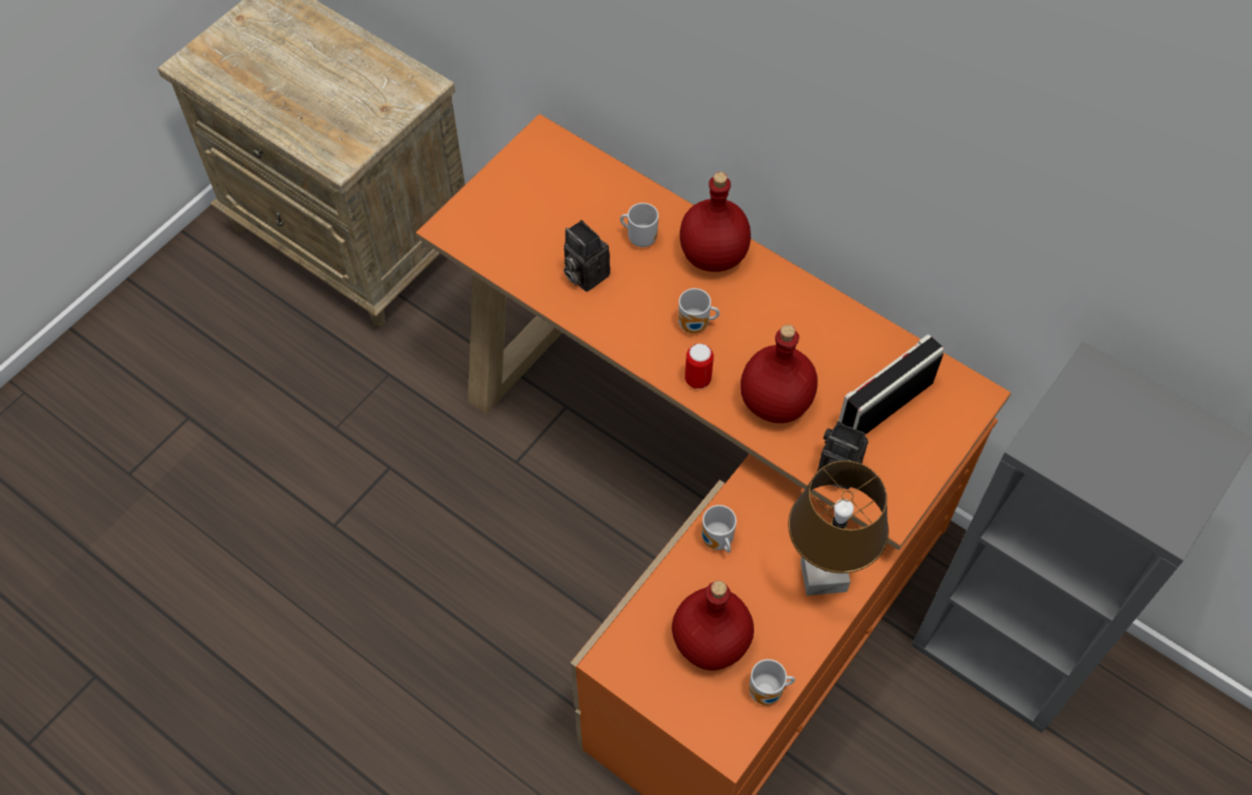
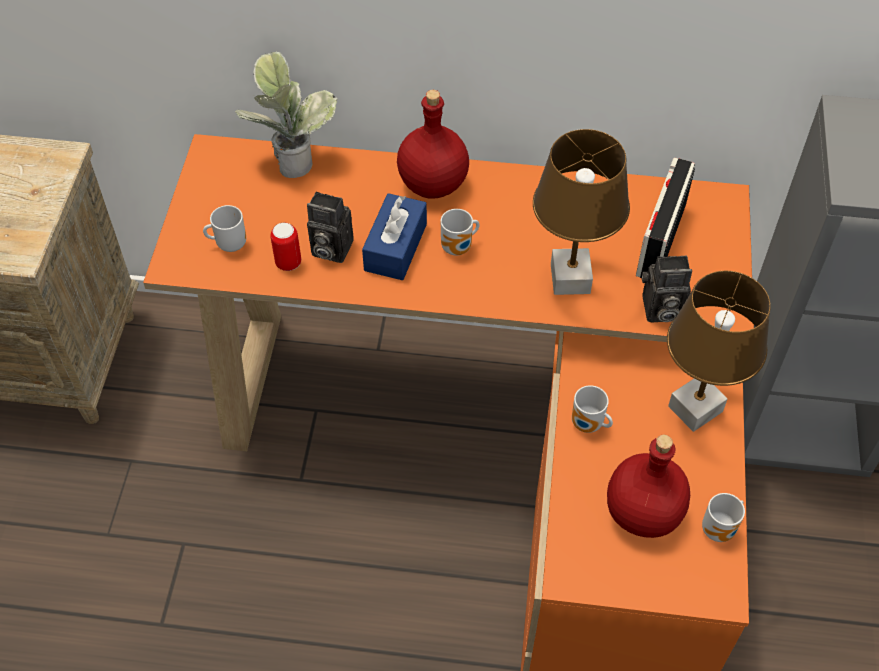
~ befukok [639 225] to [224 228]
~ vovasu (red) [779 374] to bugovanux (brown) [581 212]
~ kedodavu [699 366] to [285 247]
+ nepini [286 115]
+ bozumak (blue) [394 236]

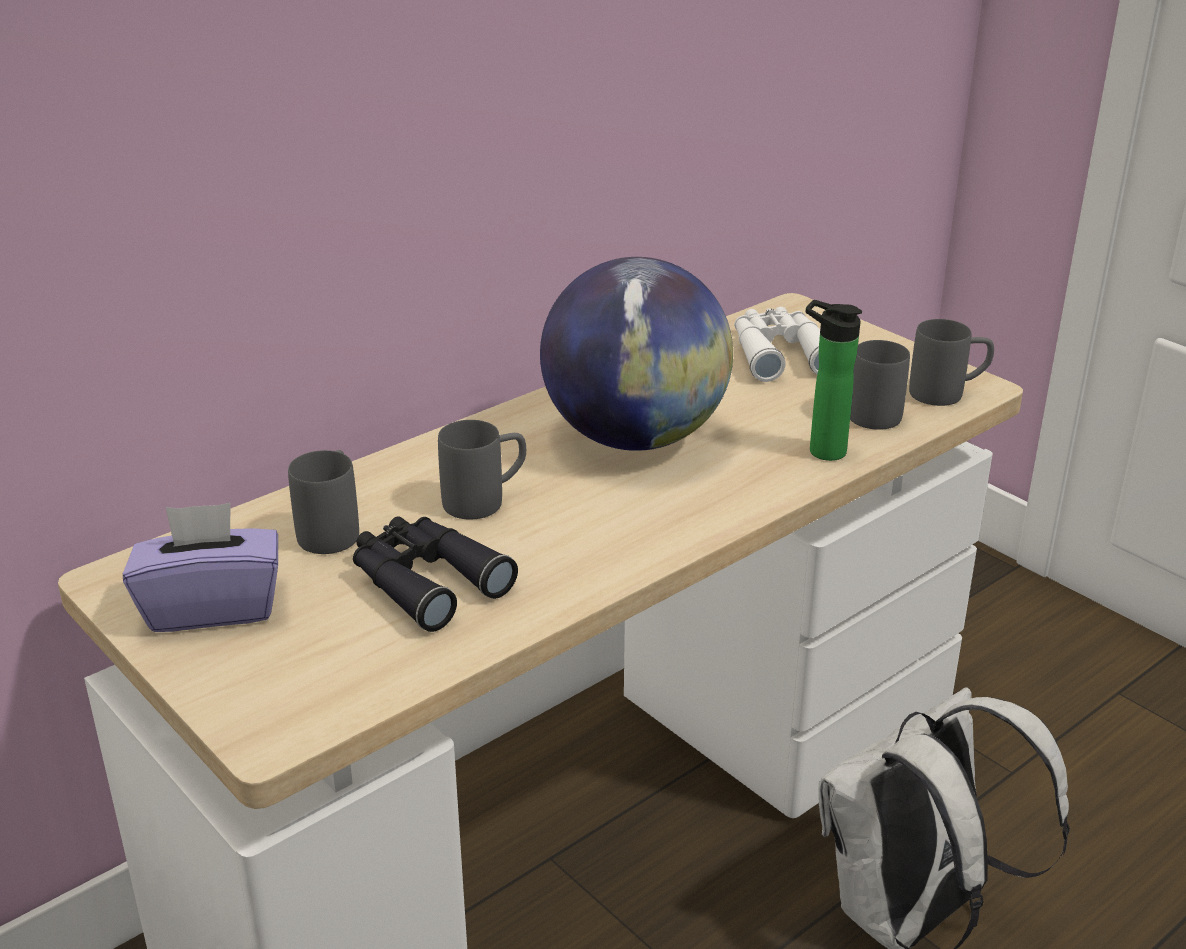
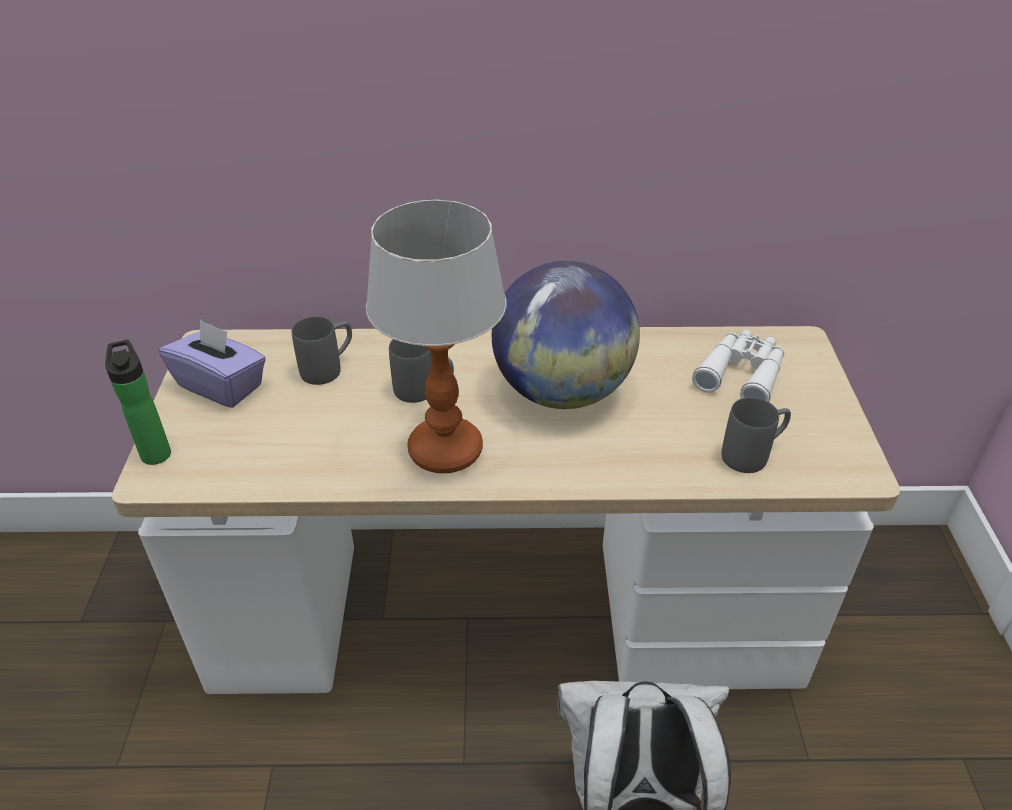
~ vovasu [834 380] to [138 402]
- befukok (grey) [951 362]
- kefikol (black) [435 574]
+ bugovanux [436 336]

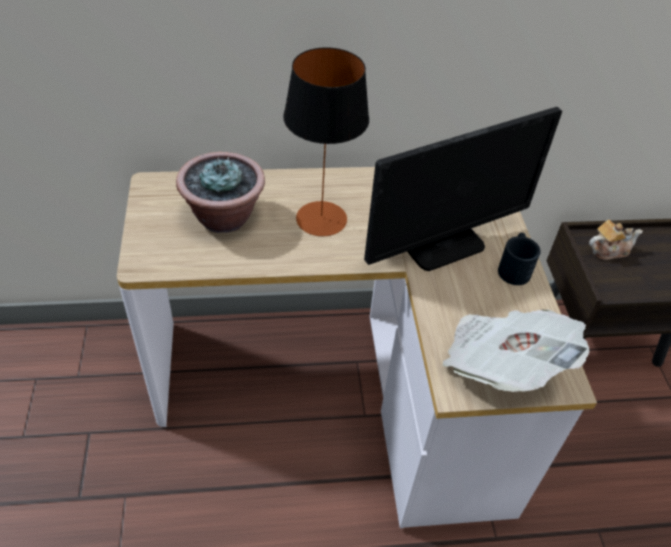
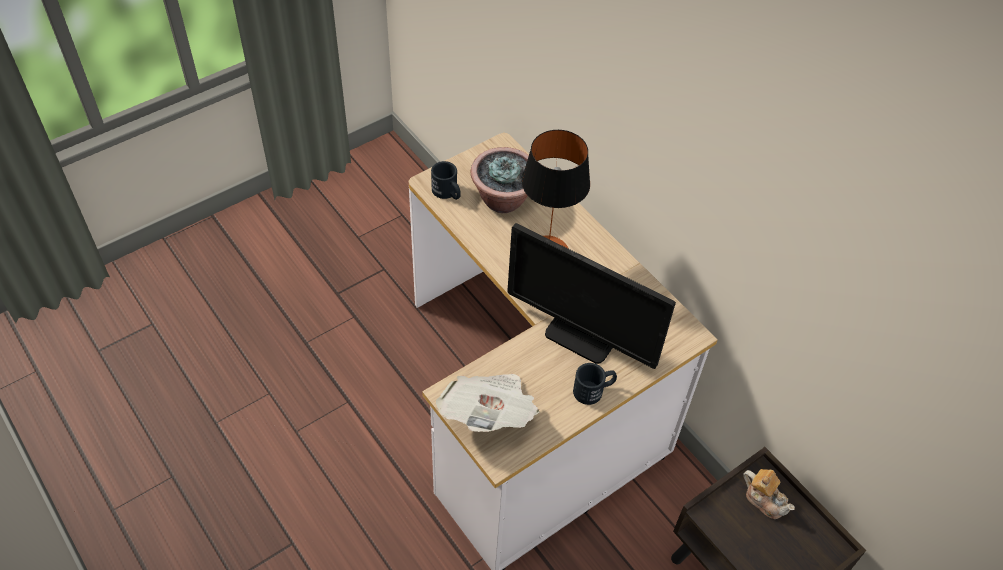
+ befukok (black) [446 180]

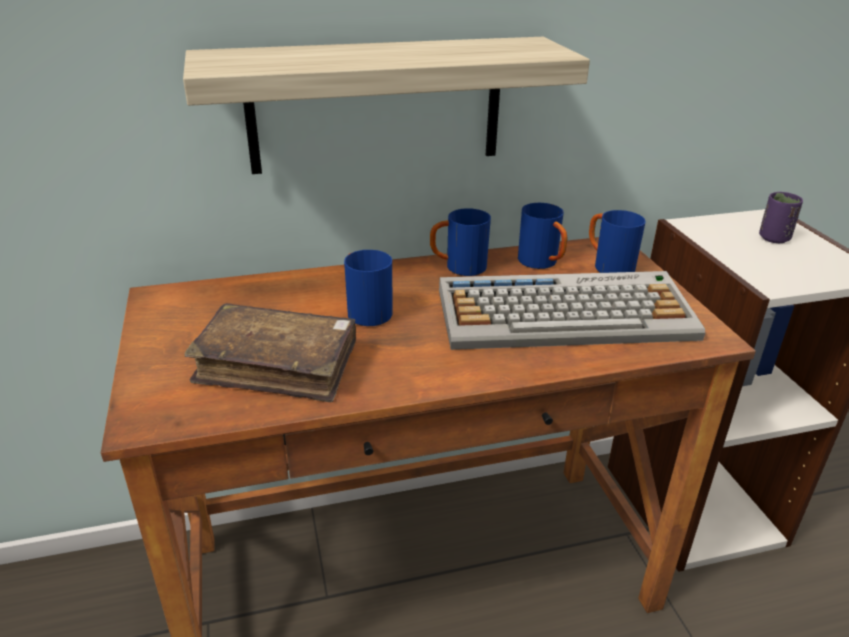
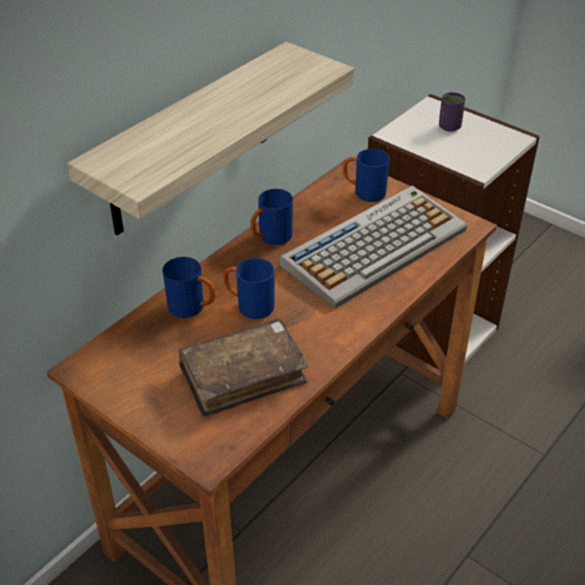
~ befukok (blue) [542 236] to [188 287]

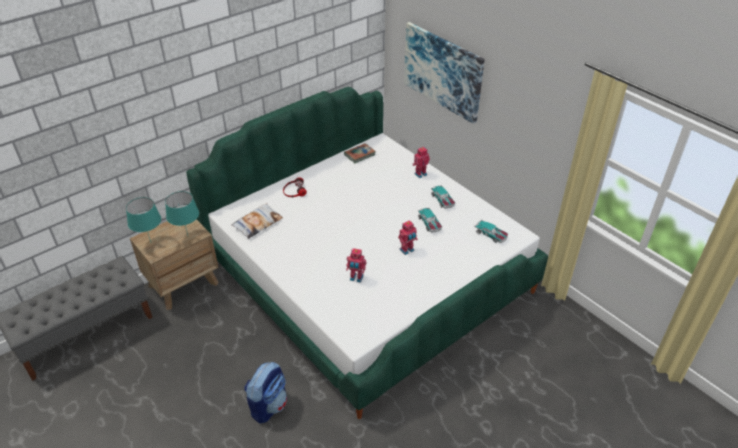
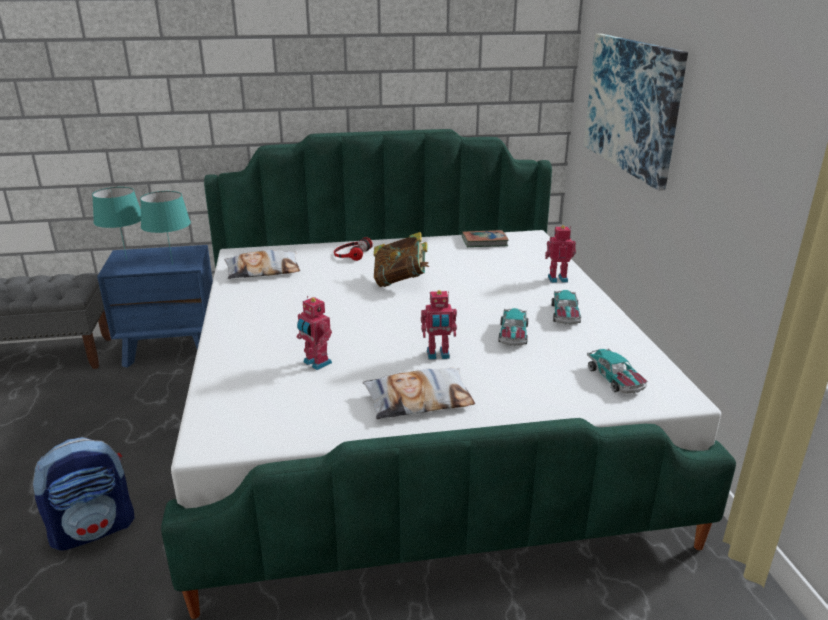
~ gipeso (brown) [174 264] to gipeso (blue) [155 306]
+ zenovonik [401 259]
+ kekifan [419 393]

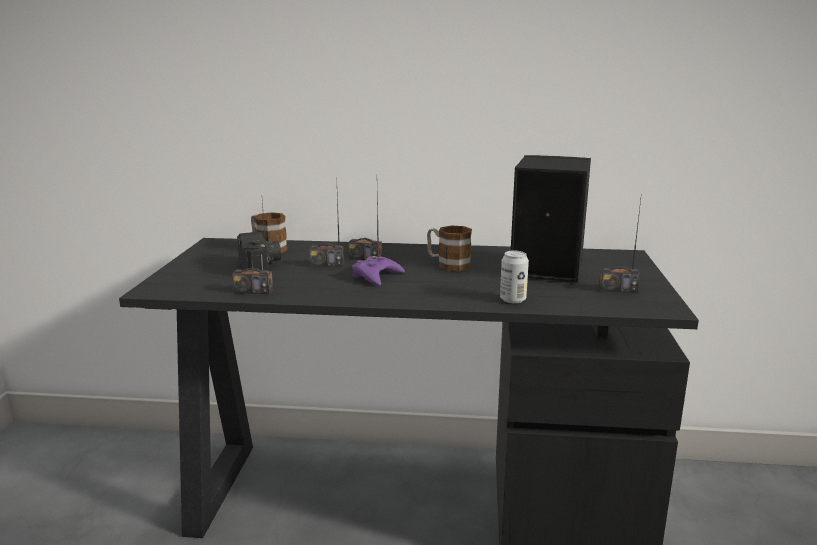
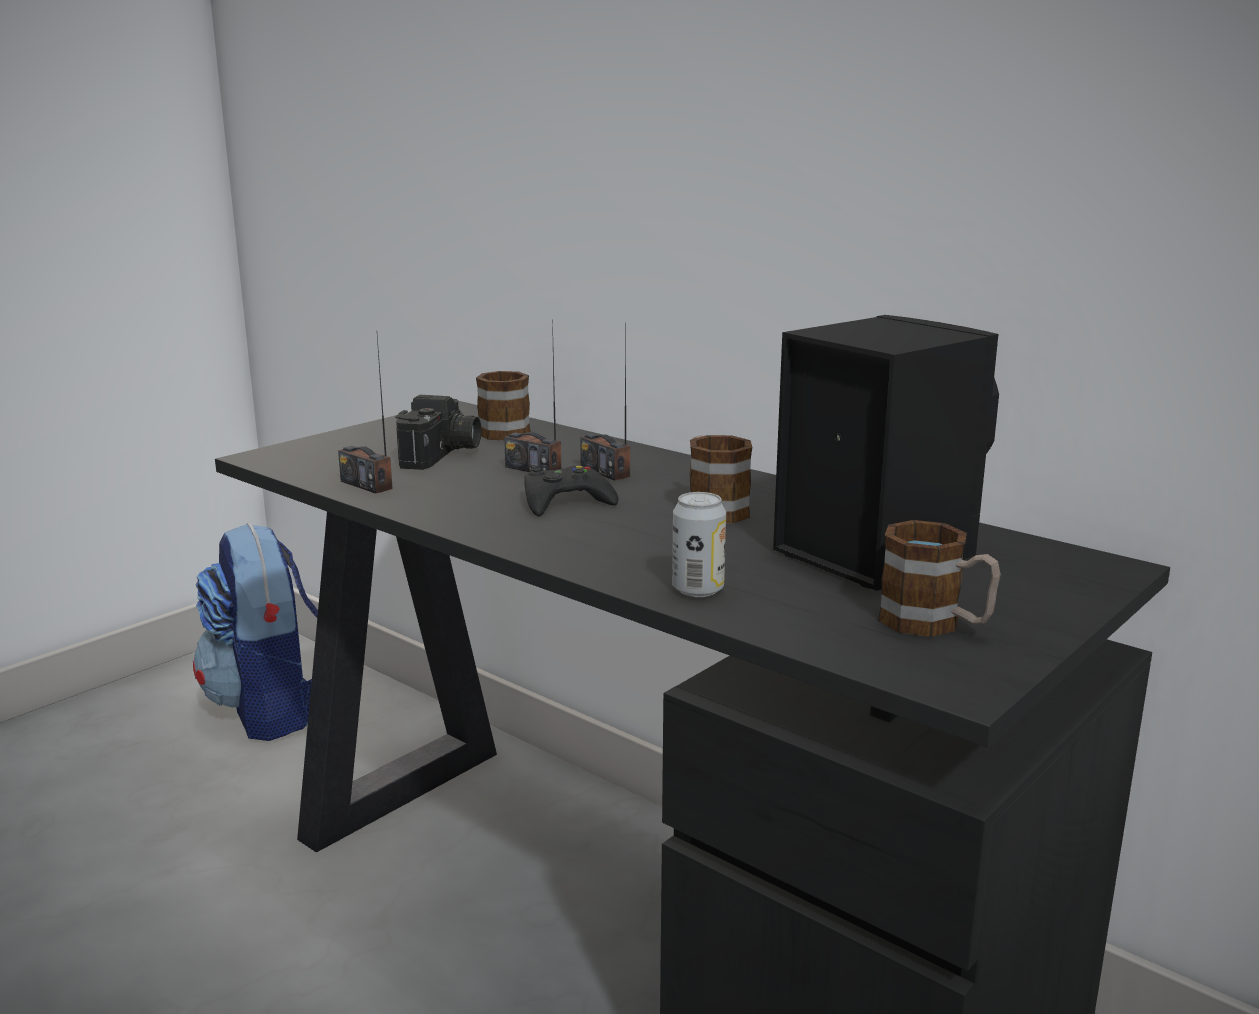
~ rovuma [620 243] to befukok [939 578]
~ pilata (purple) [378 270] to pilata (black) [571 491]
+ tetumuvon [255 632]

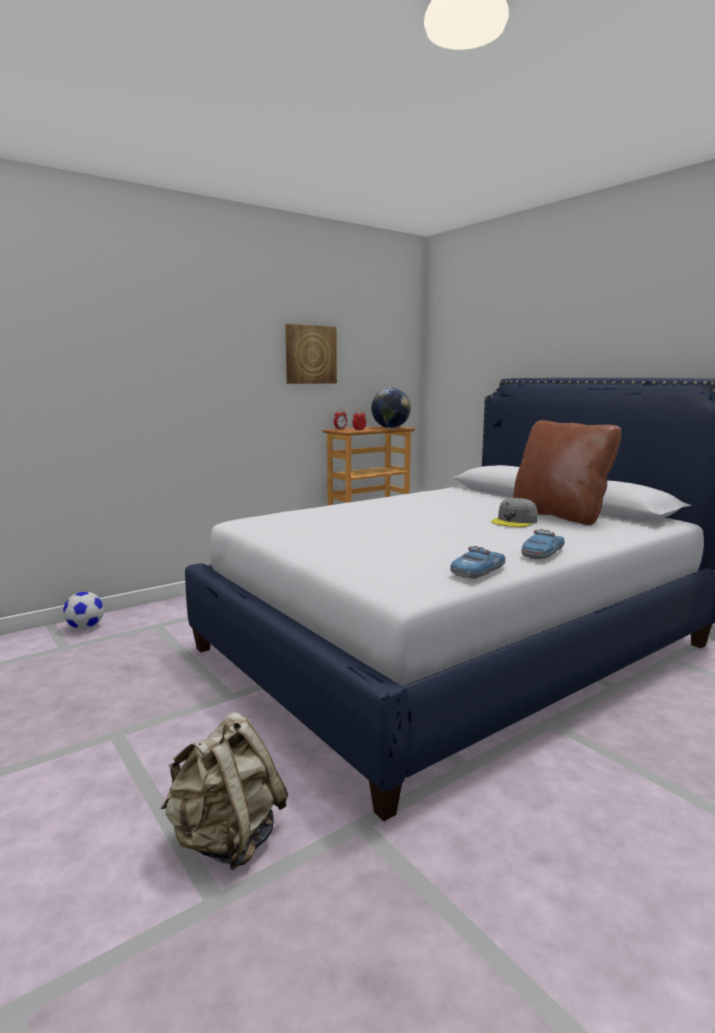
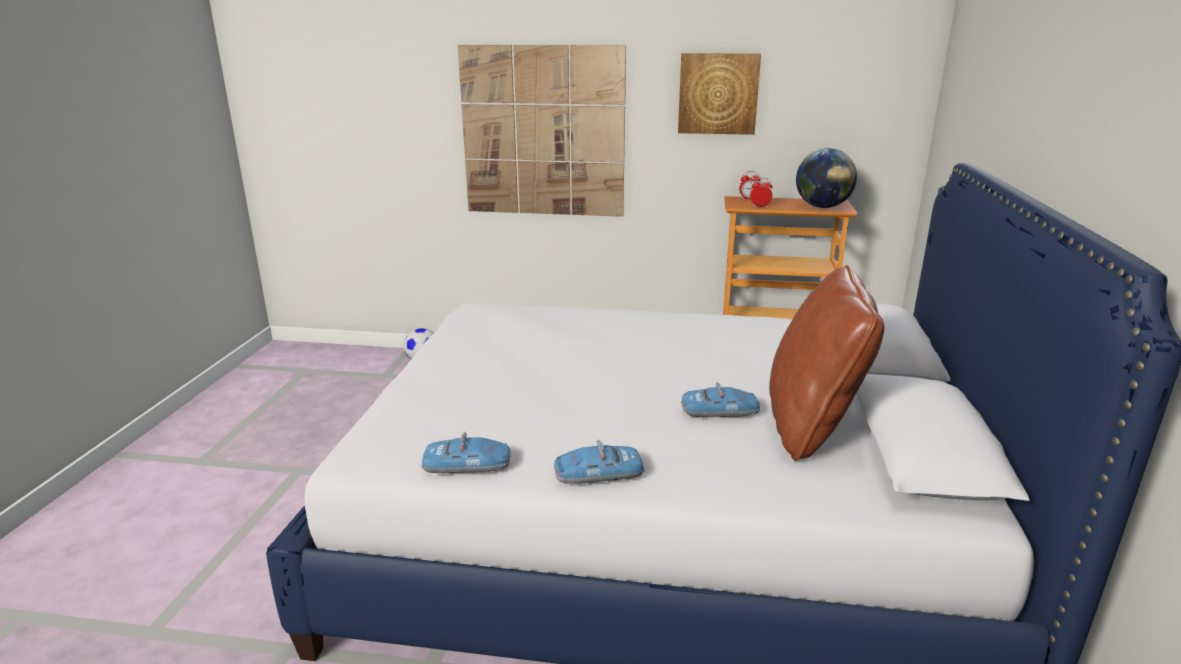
~ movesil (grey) [514 512] to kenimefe [720 399]
- tetumuvon (beige) [224 791]
+ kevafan [542 131]

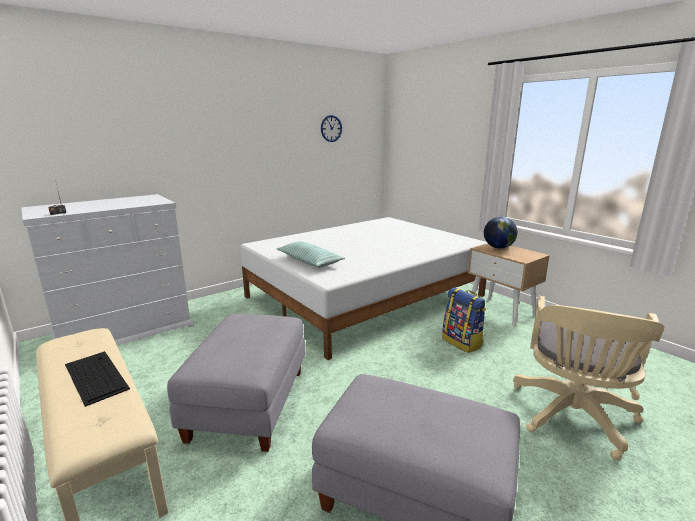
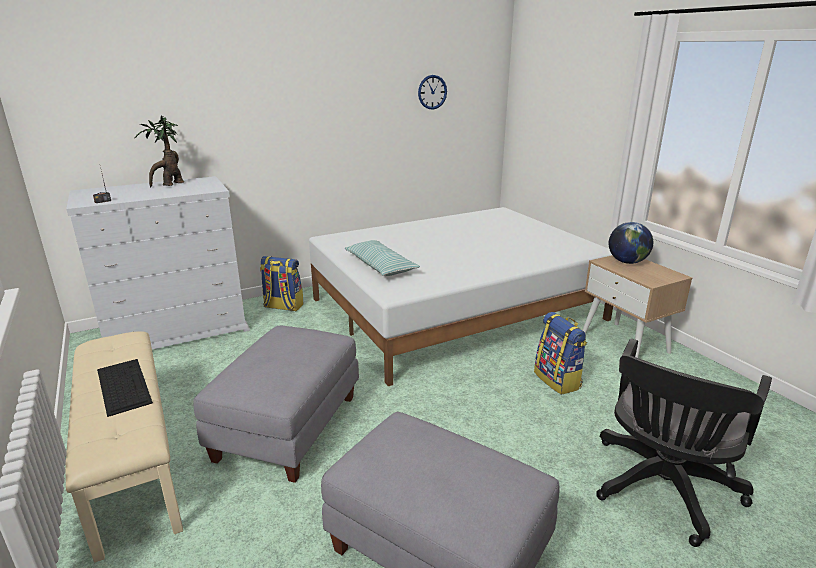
~ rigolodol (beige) [588 378] to rigolodol (black) [684 442]
+ nepini [159 151]
+ tetumuvon [281 283]

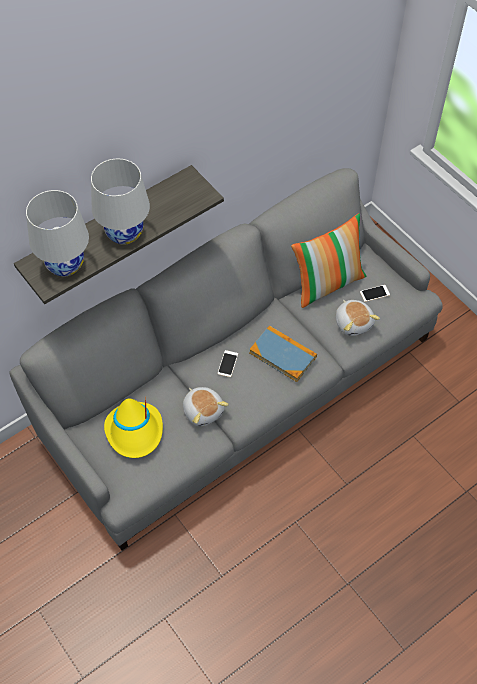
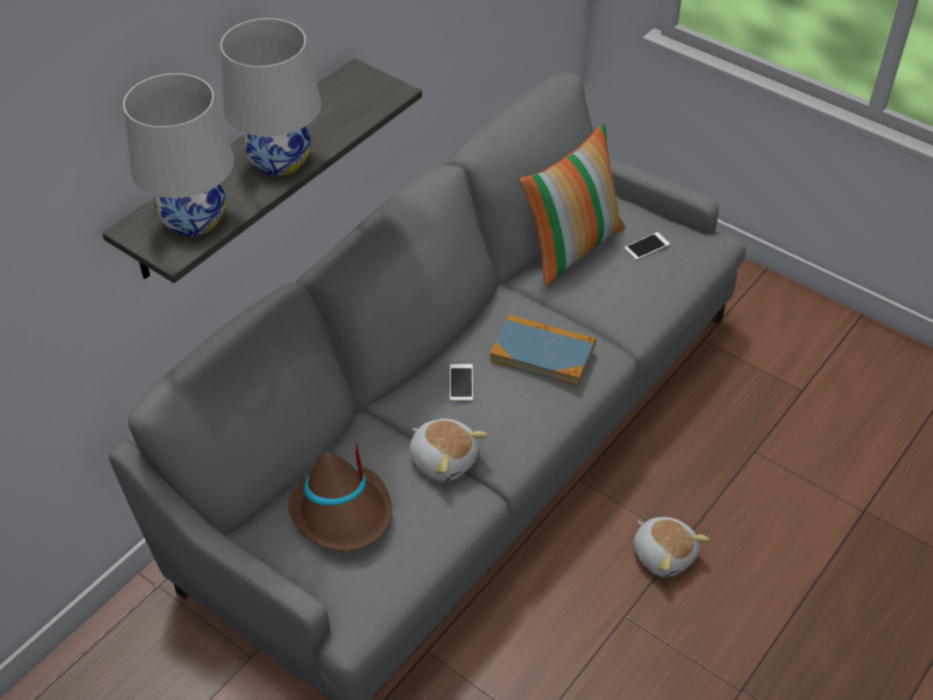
~ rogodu [358 318] to [671 547]
~ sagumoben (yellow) [133 427] to sagumoben (brown) [340 495]

